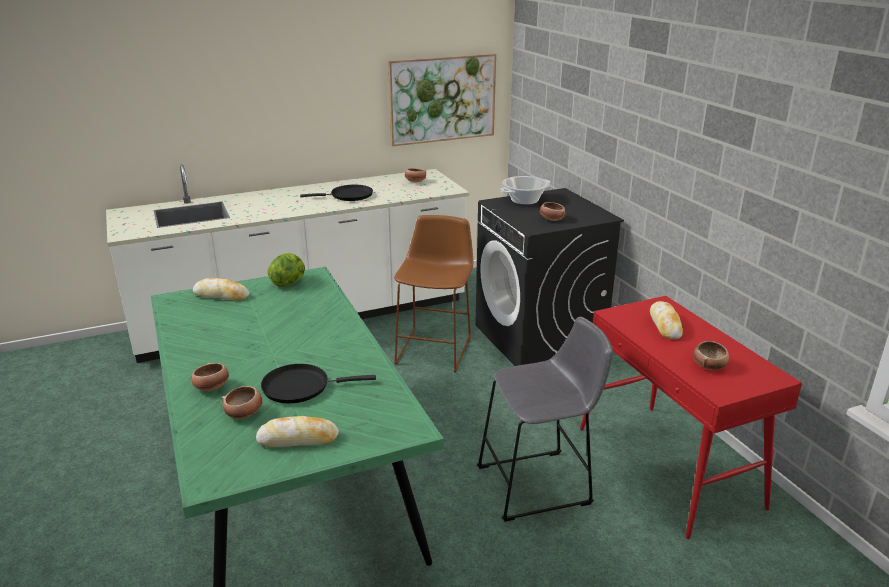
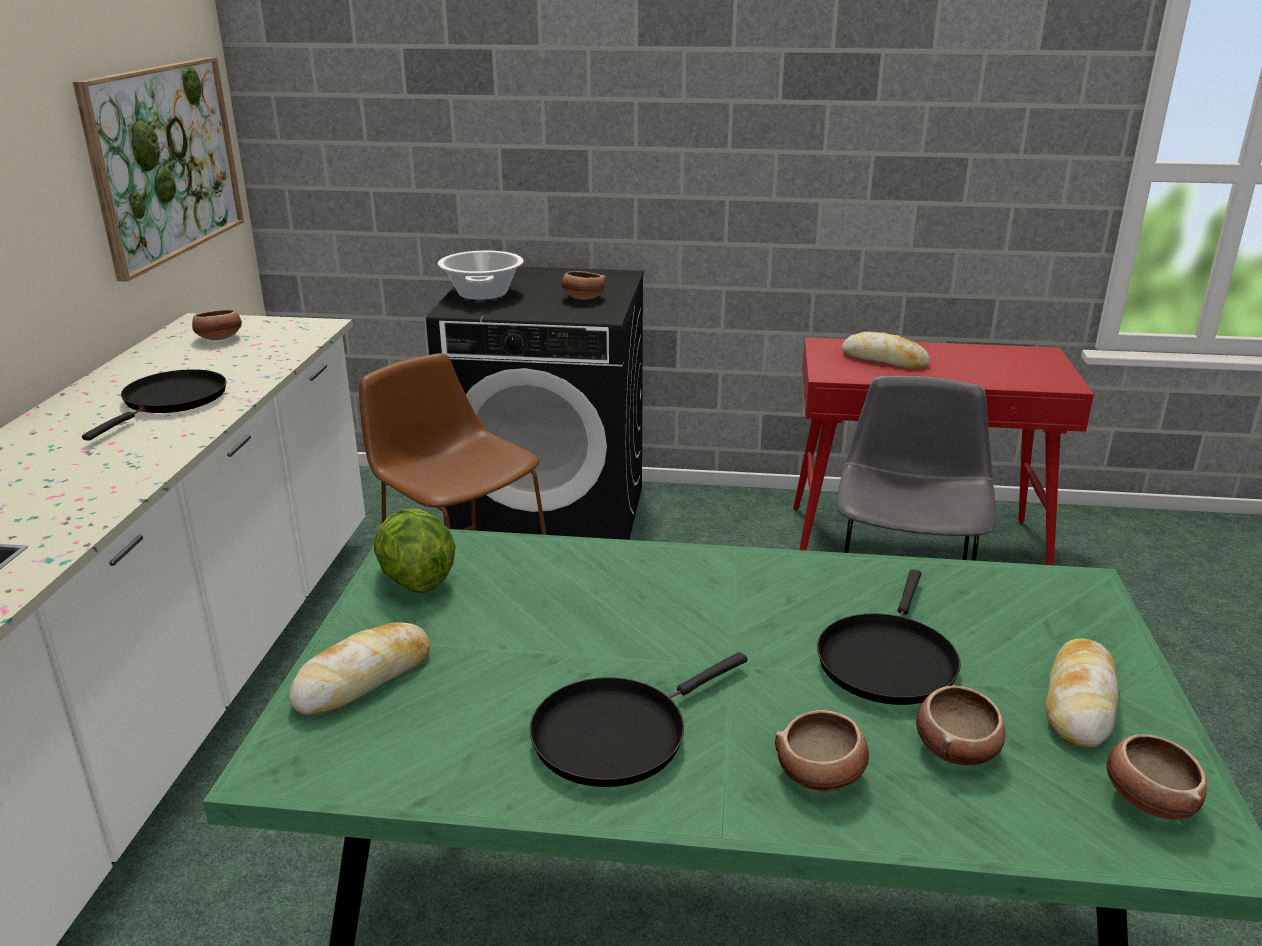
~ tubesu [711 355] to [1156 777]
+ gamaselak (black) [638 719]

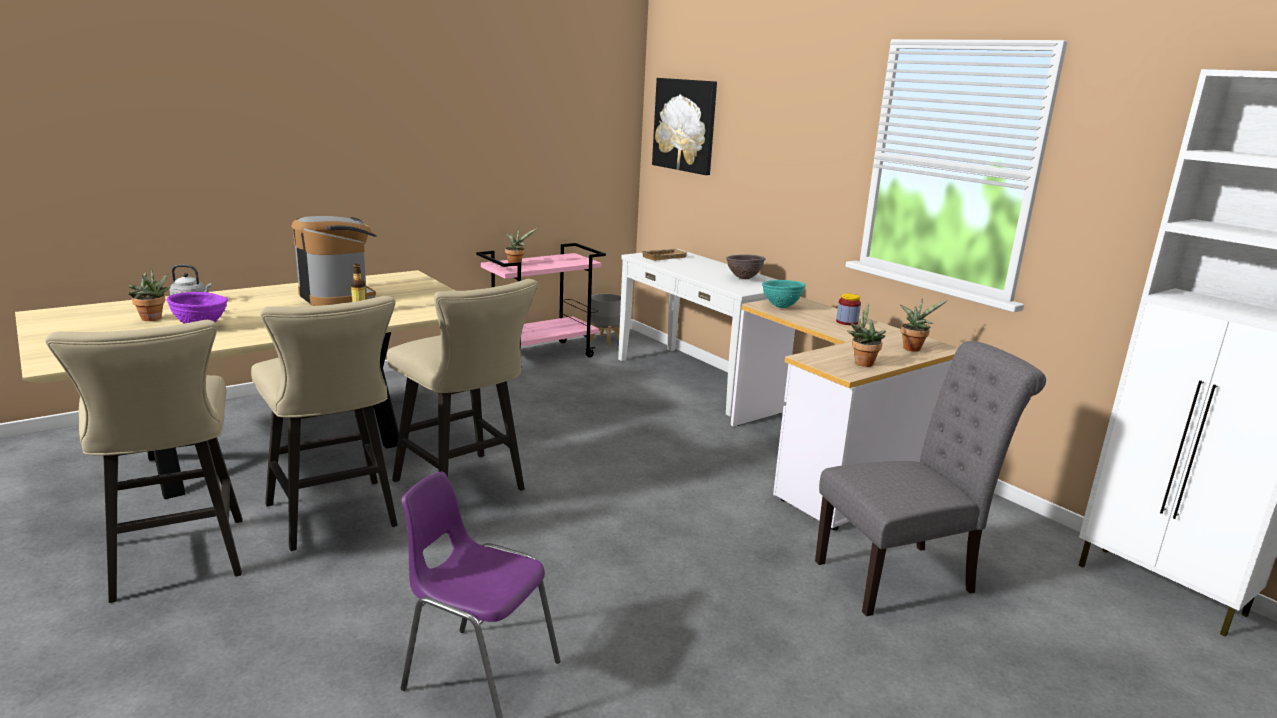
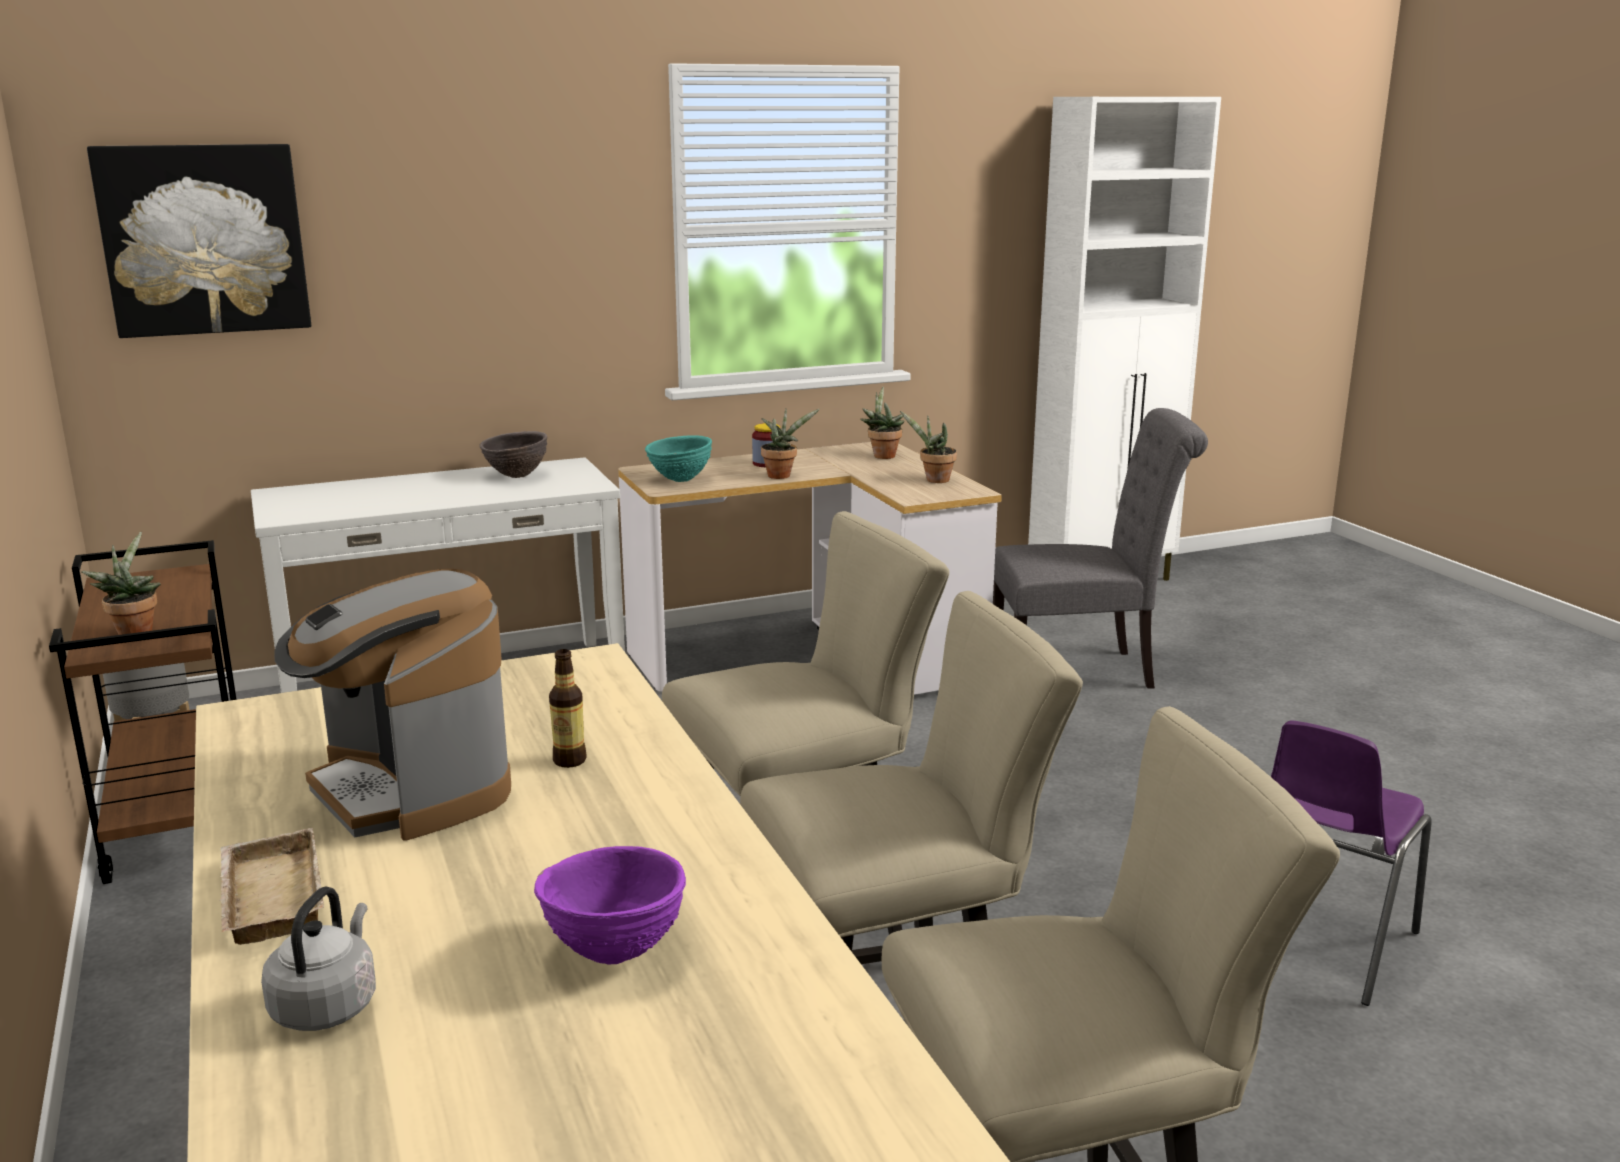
~ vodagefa [334 261] = [392 705] 105 degrees counterclockwise
~ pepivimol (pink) [541 305] to pepivimol (brown) [143 712]
~ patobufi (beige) [664 255] to [271 886]
~ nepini [149 295] to [790 443]
~ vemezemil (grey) [930 478] = [1100 548] 90 degrees clockwise

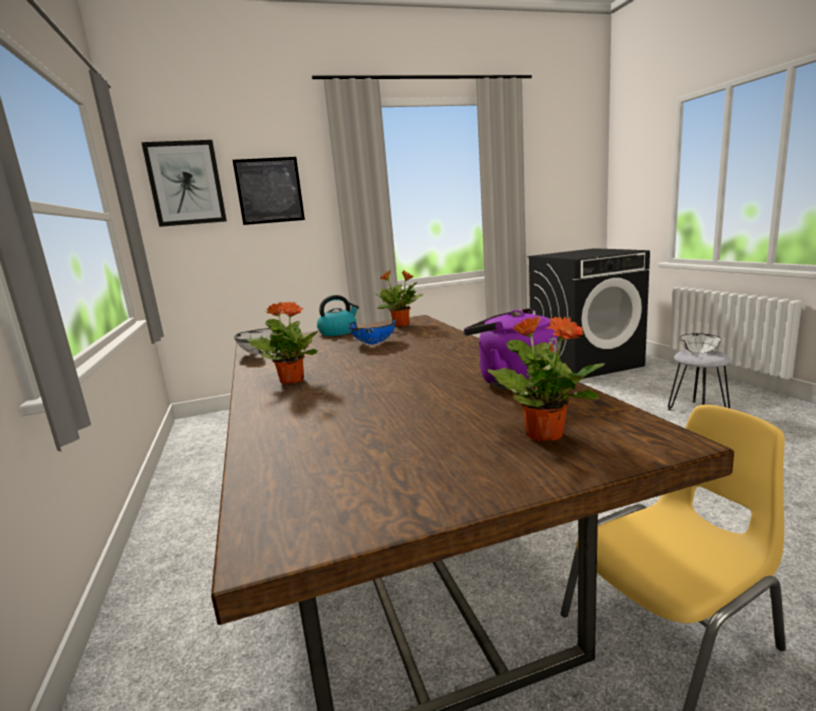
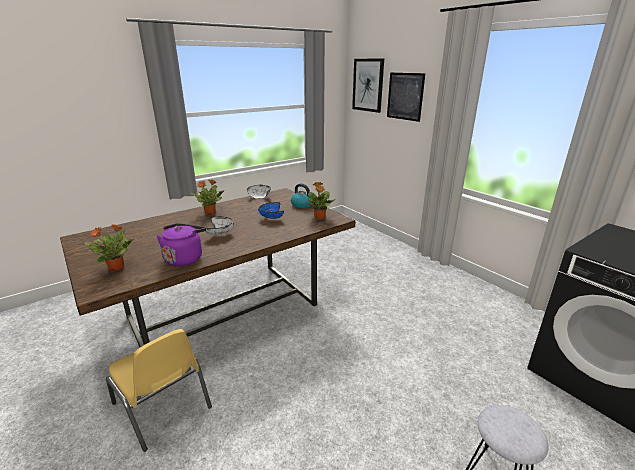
~ tubesu (white) [700 343] to [220 226]

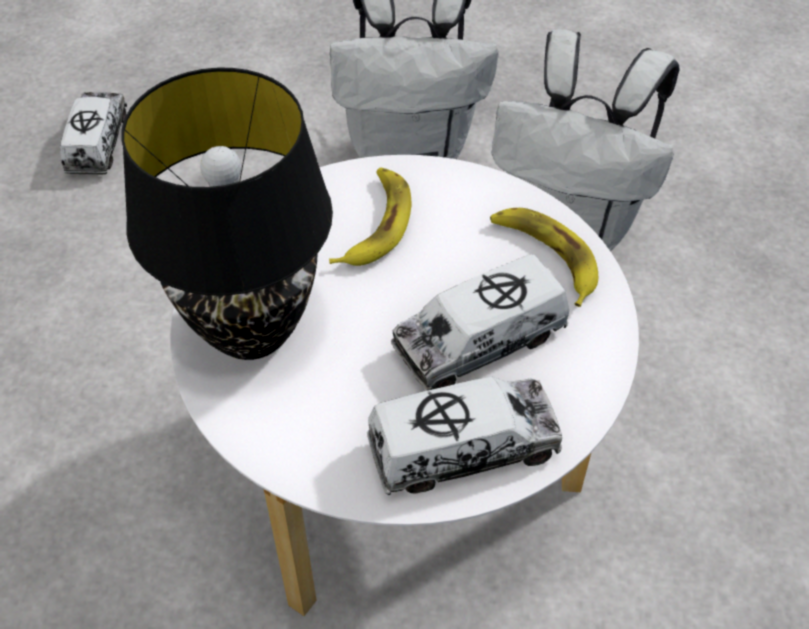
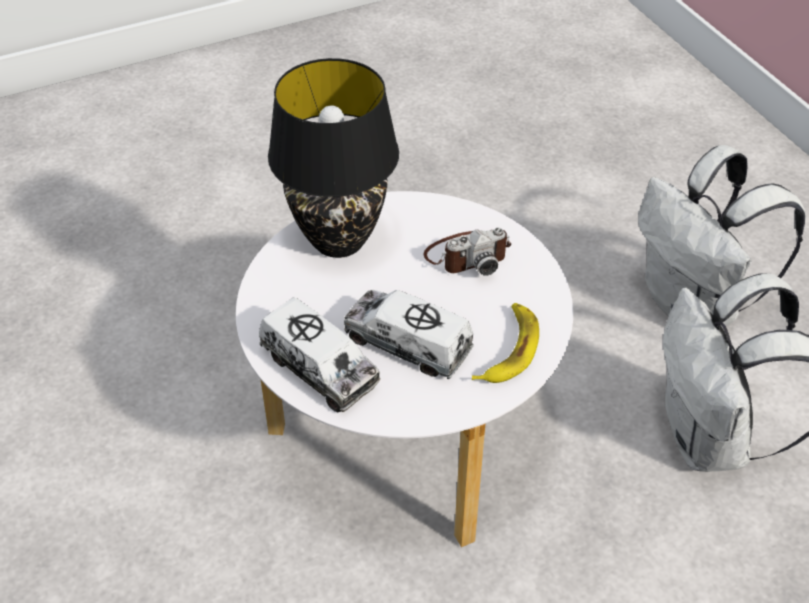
- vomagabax [93 133]
~ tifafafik [370 217] to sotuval [467 251]

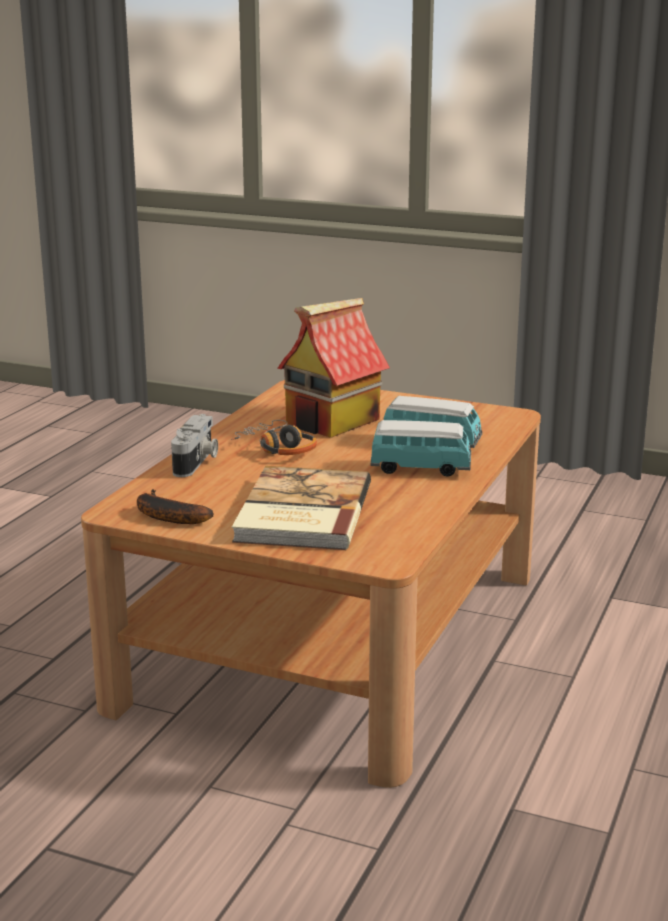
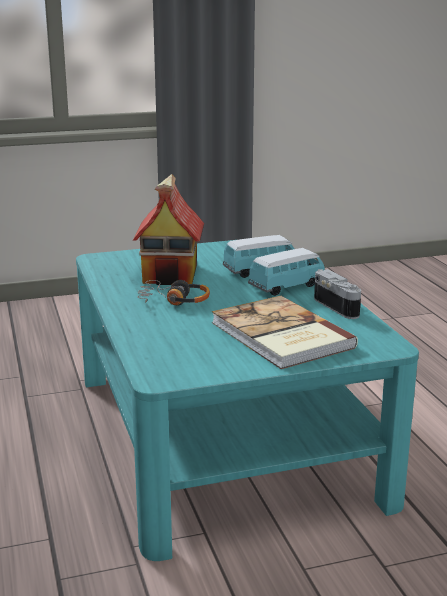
~ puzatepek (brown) [311 584] to puzatepek (turquoise) [247 400]
~ sotuval [194 445] to [337 294]
- tifafafik [175 506]

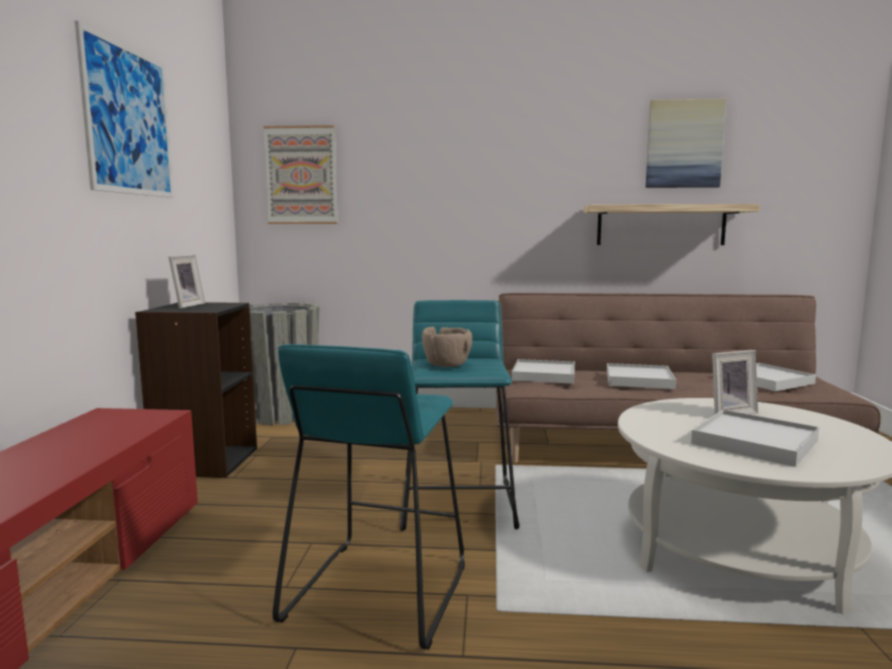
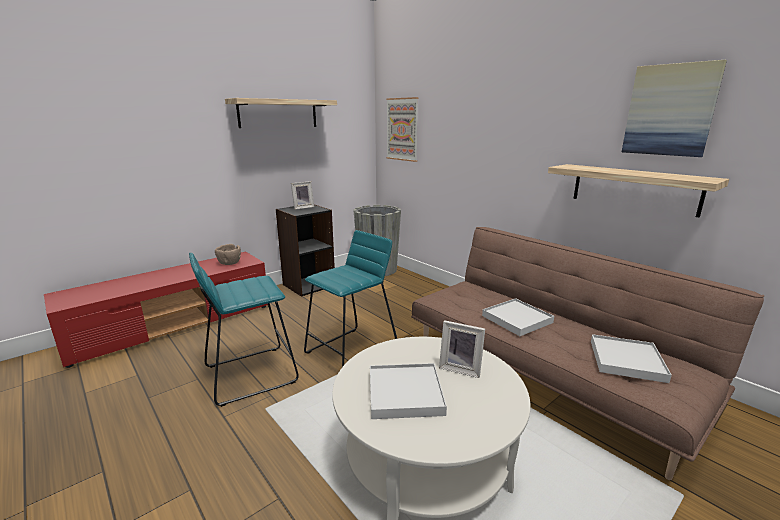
~ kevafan [124 109] to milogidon [281 113]
~ tubesu (brown) [447 347] to [228 254]
- patobufi (white) [543 371]

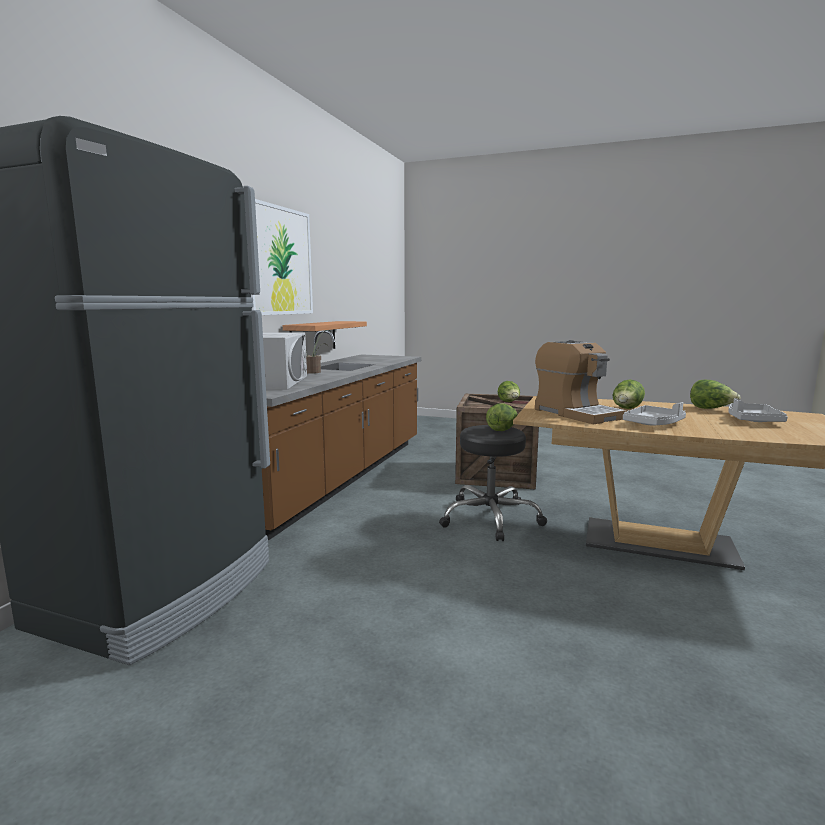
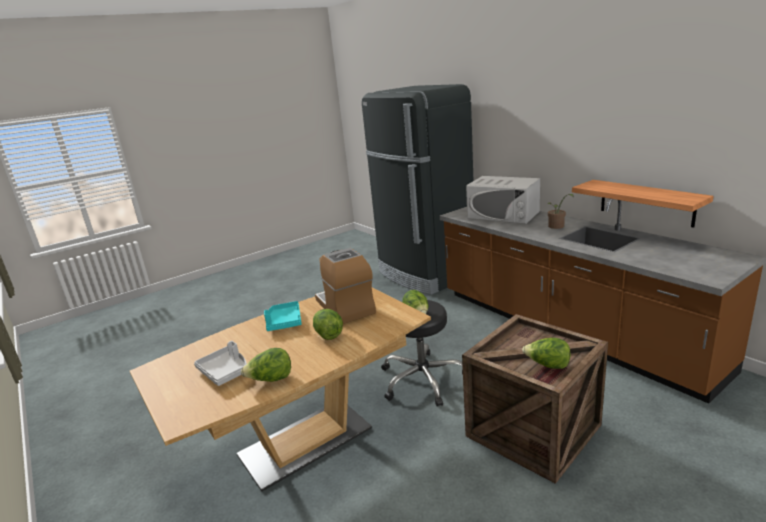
- kevafan [282 257]
~ vodagefa [581 382] = [345 286] 60 degrees clockwise
~ patobufi (grey) [654 413] to patobufi (turquoise) [283 316]

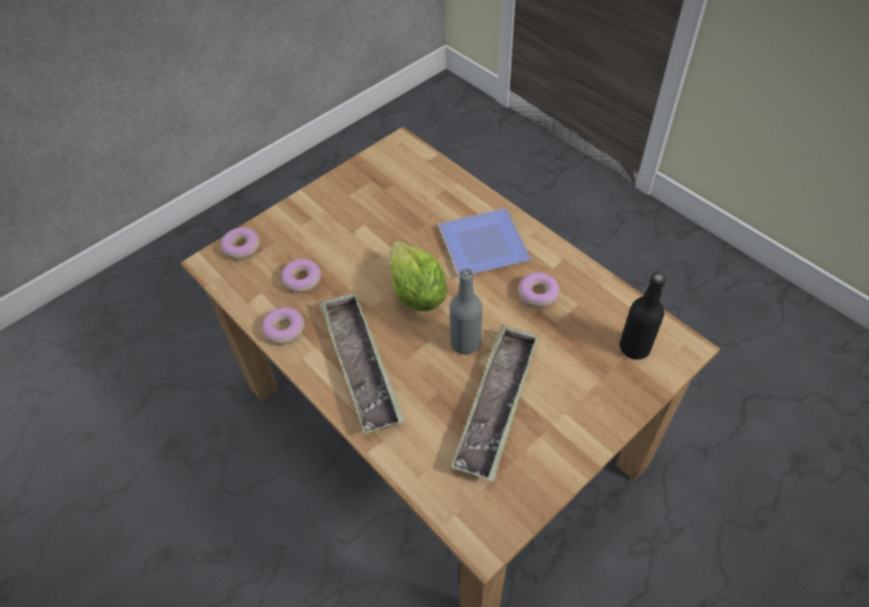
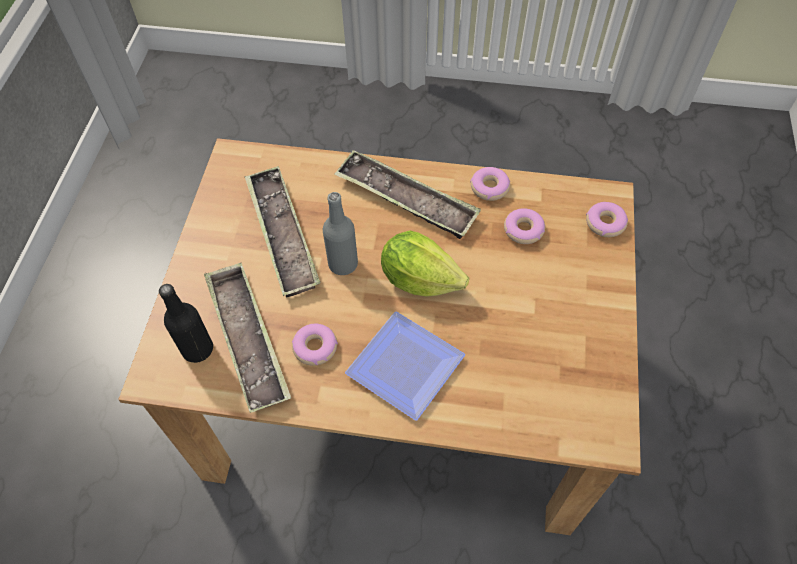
+ patobufi [247 337]

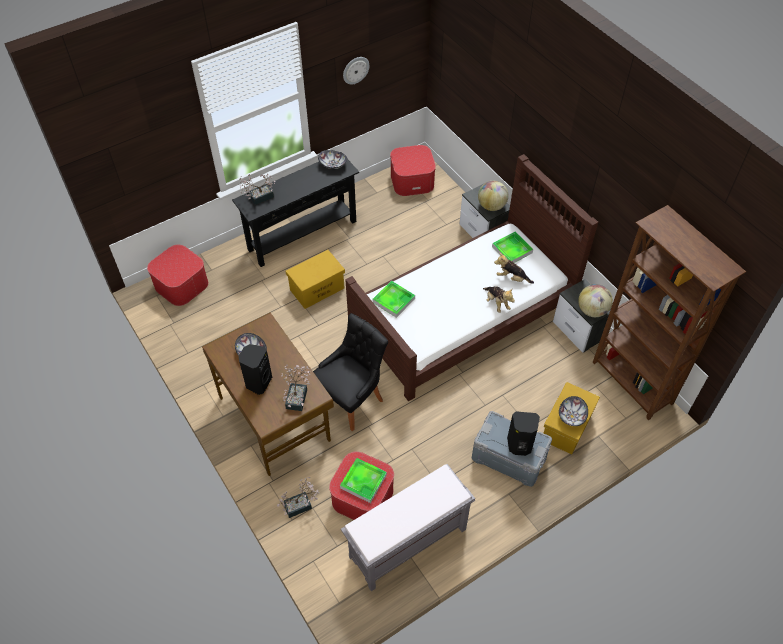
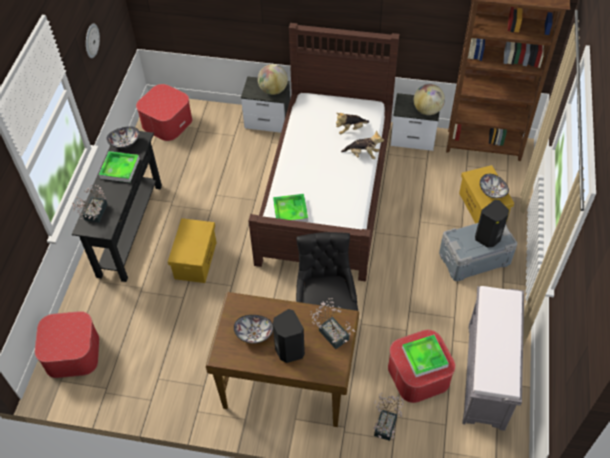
~ patobufi [512 247] to [119 167]

